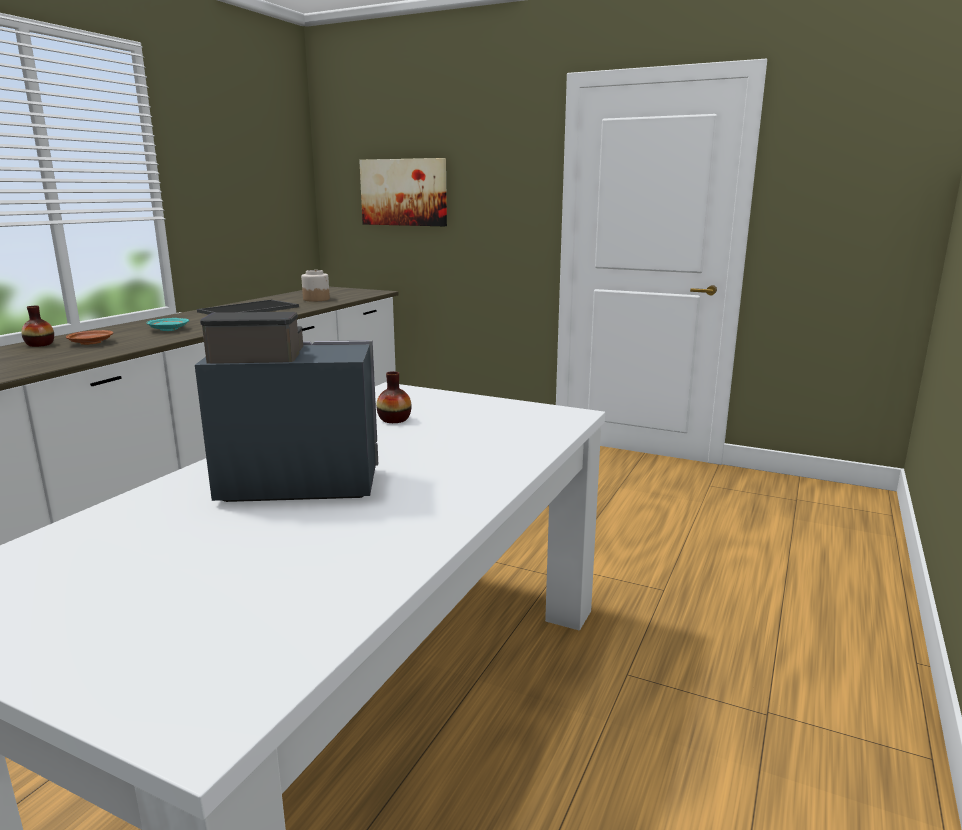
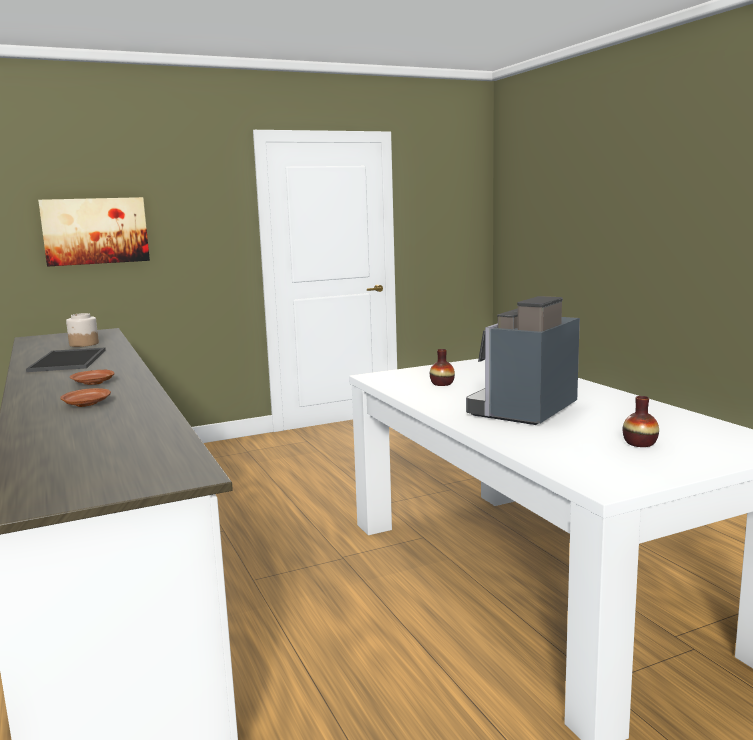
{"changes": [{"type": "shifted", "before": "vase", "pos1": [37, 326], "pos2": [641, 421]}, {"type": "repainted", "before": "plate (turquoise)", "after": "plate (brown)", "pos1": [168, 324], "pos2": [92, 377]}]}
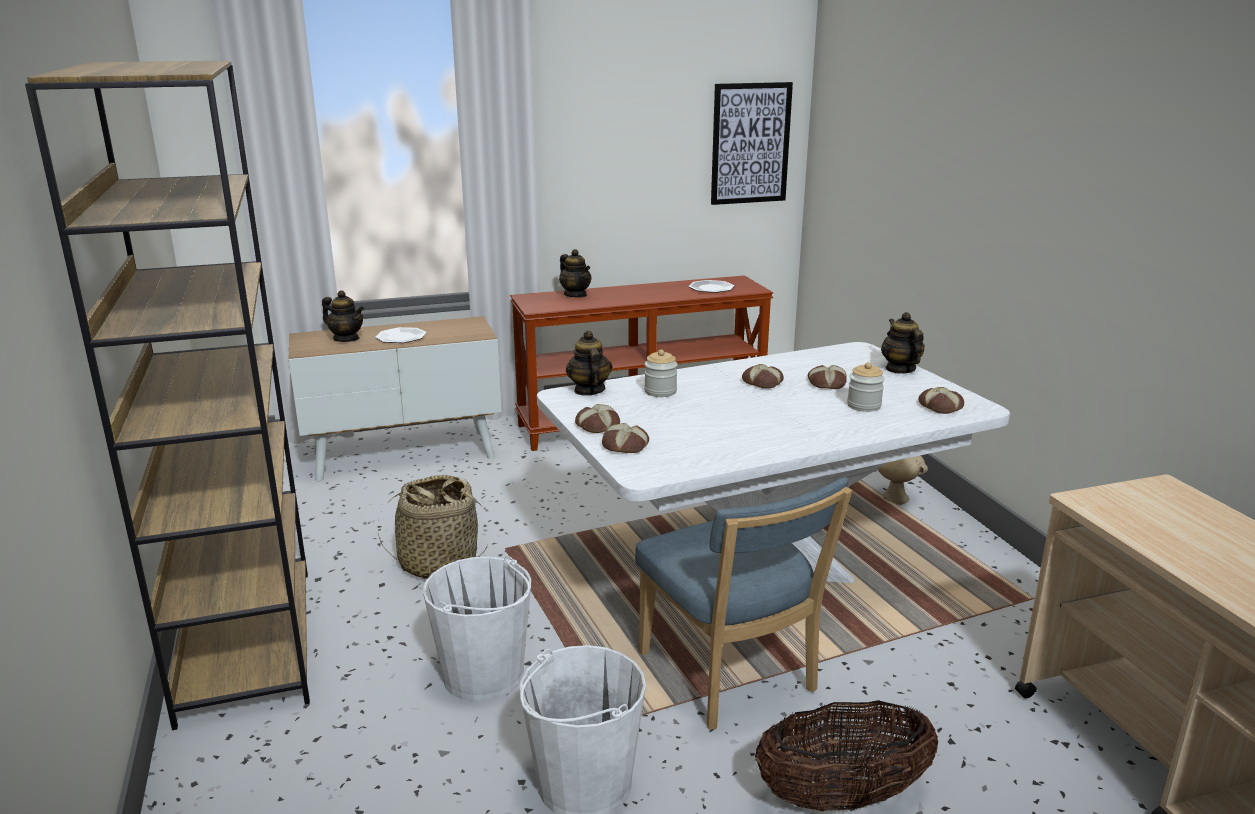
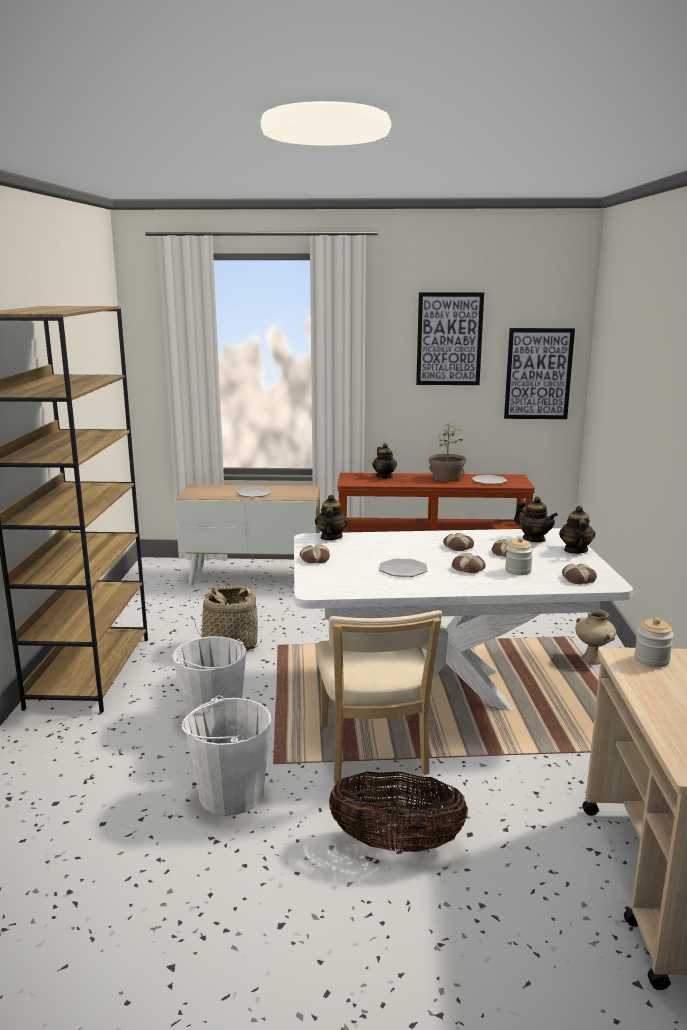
{"changes": [{"type": "new", "after": "plate", "pos2": [403, 567]}, {"type": "new", "after": "picture", "pos2": [450, 338]}, {"type": "new", "after": "potted plant", "pos2": [447, 452]}, {"type": "shifted", "before": "teapot", "pos1": [343, 316], "pos2": [536, 519]}, {"type": "shifted", "before": "bread", "pos1": [625, 438], "pos2": [469, 563]}, {"type": "shifted", "before": "jar", "pos1": [661, 373], "pos2": [654, 642]}, {"type": "repainted", "before": "chair (blue)", "after": "chair (beige)", "pos1": [743, 603], "pos2": [379, 696]}]}
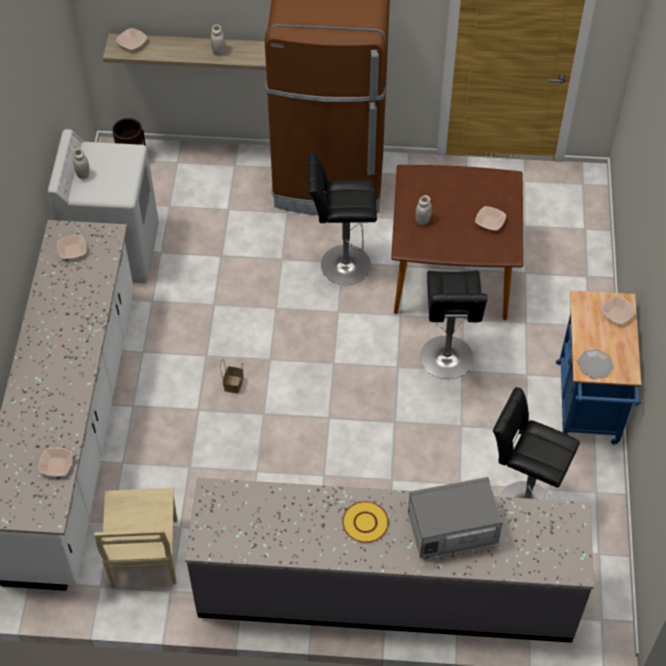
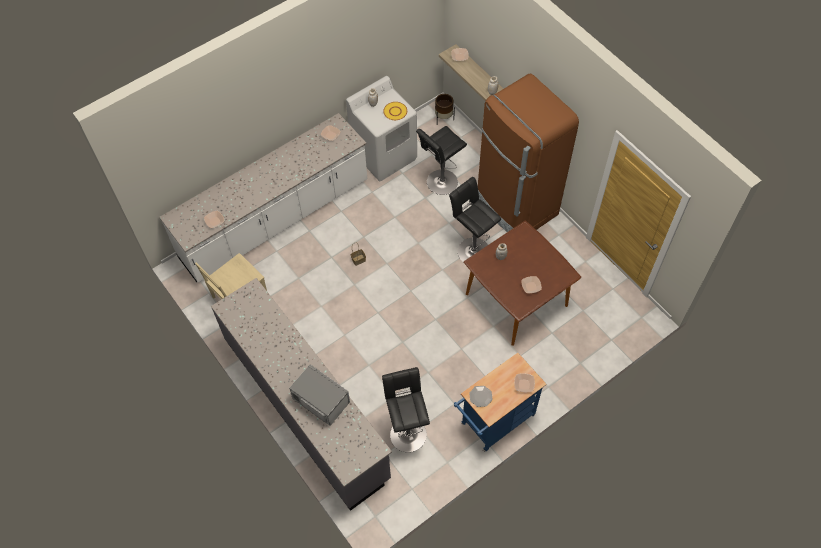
{"changes": [{"type": "shifted", "before": "plate (yellow)", "pos1": [365, 522], "pos2": [395, 111]}, {"type": "shifted", "before": "stool (black)", "pos1": [454, 325], "pos2": [441, 160]}]}
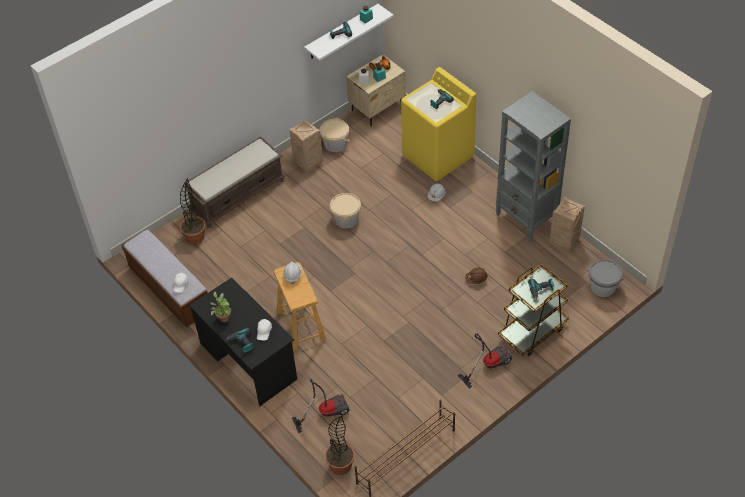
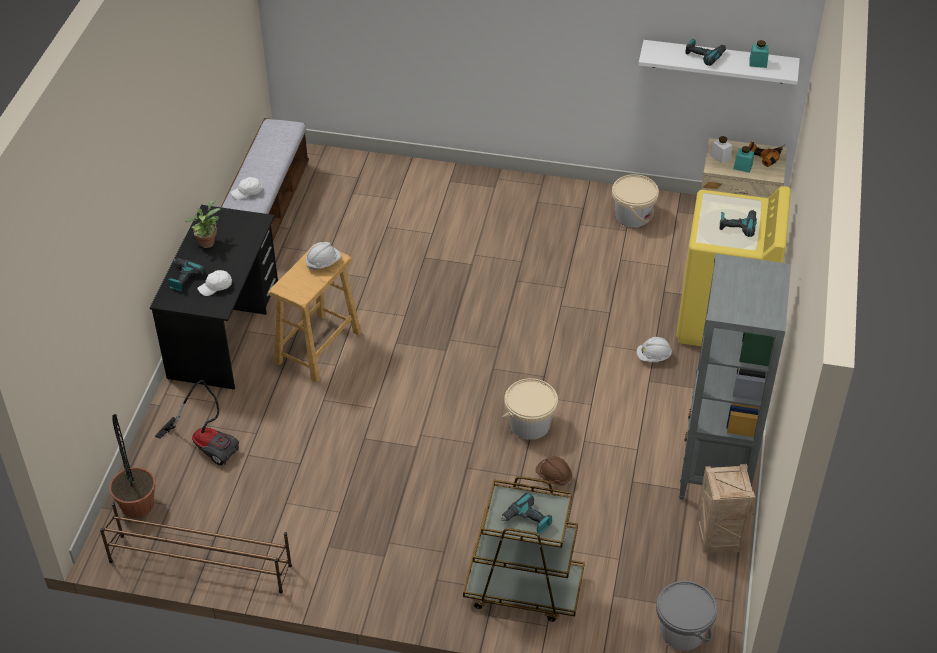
{"changes": [{"type": "gone", "before": "potted plant", "pos1": [192, 211]}, {"type": "gone", "before": "bench (brown)", "pos1": [234, 182]}, {"type": "gone", "before": "crate", "pos1": [306, 146]}, {"type": "gone", "before": "vacuum cleaner", "pos1": [485, 360]}, {"type": "shifted", "before": "bucket (beige)", "pos1": [345, 211], "pos2": [530, 409]}]}
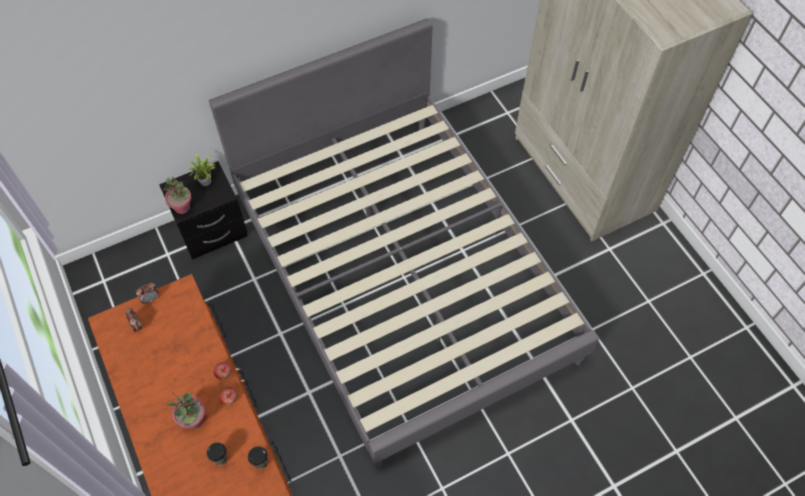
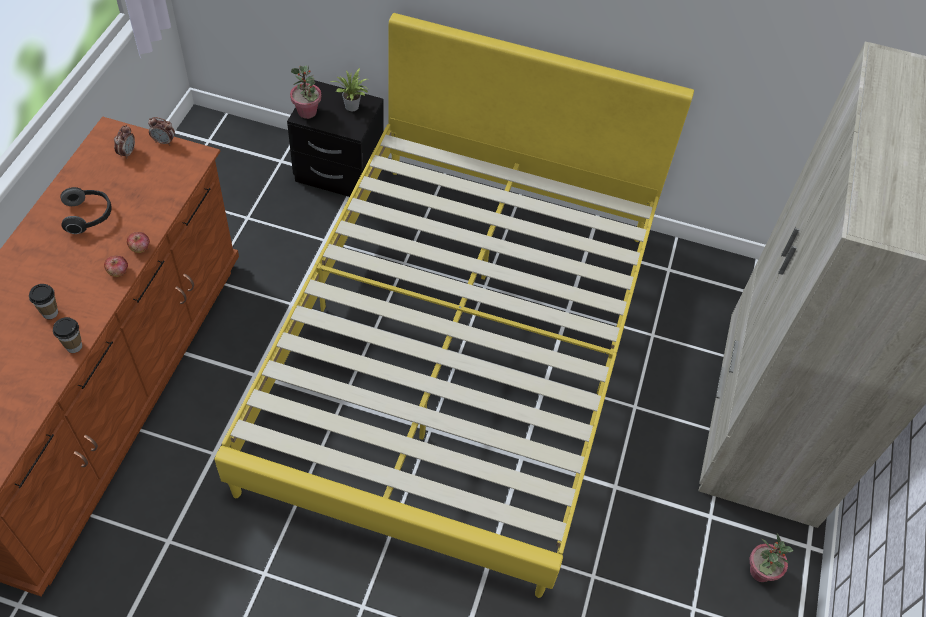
{"changes": [{"type": "new", "after": "headphones", "pos2": [86, 210]}, {"type": "shifted", "before": "potted plant", "pos1": [186, 410], "pos2": [771, 557]}, {"type": "repainted", "before": "bed (grey)", "after": "bed (yellow)", "pos1": [404, 243], "pos2": [454, 305]}]}
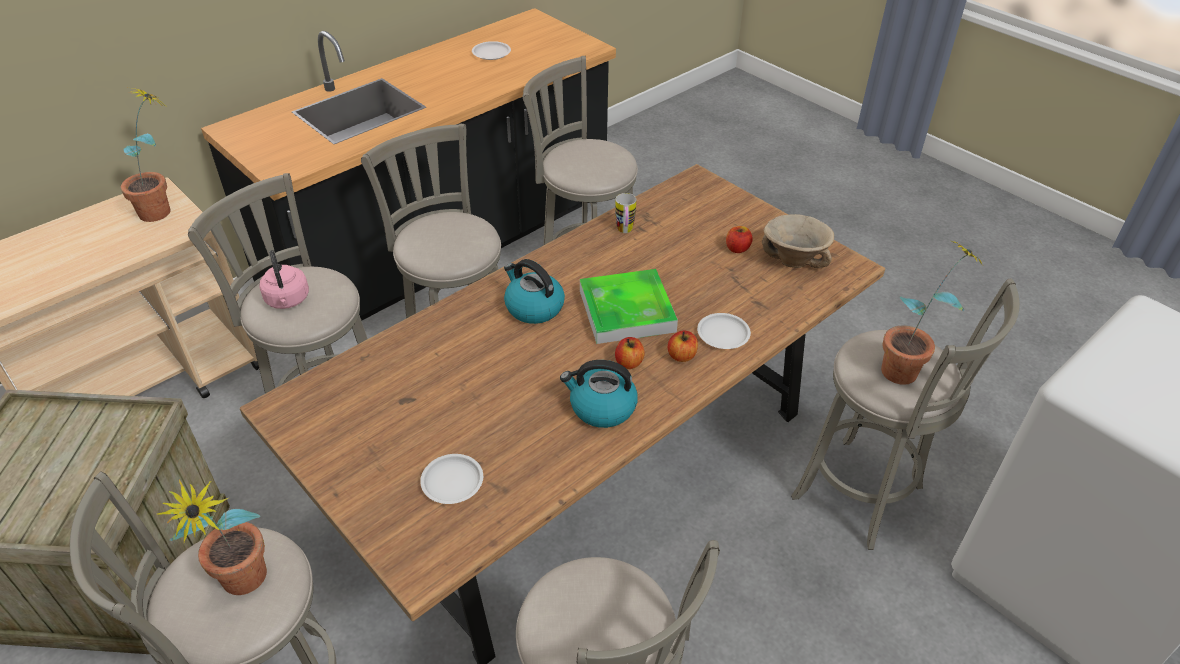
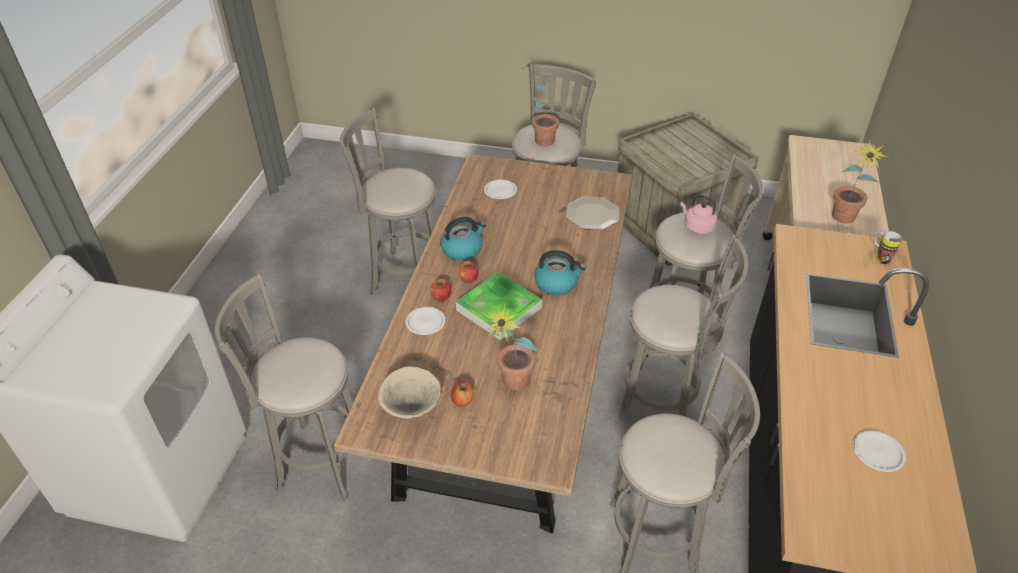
{"changes": [{"type": "new", "after": "plate", "pos2": [592, 213]}, {"type": "shifted", "before": "mug", "pos1": [625, 213], "pos2": [887, 247]}, {"type": "shifted", "before": "potted plant", "pos1": [931, 312], "pos2": [512, 346]}]}
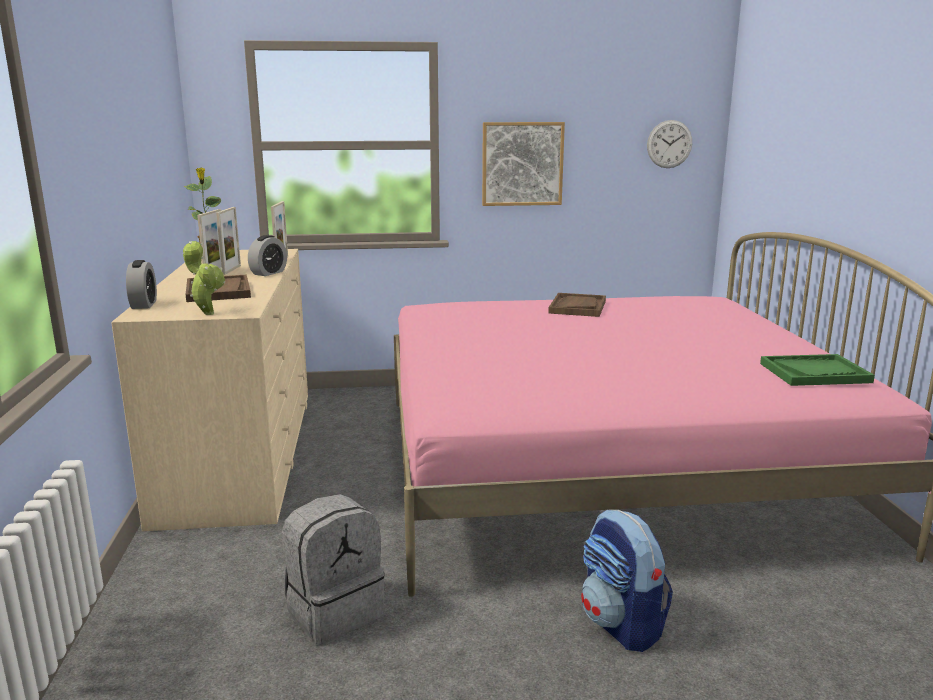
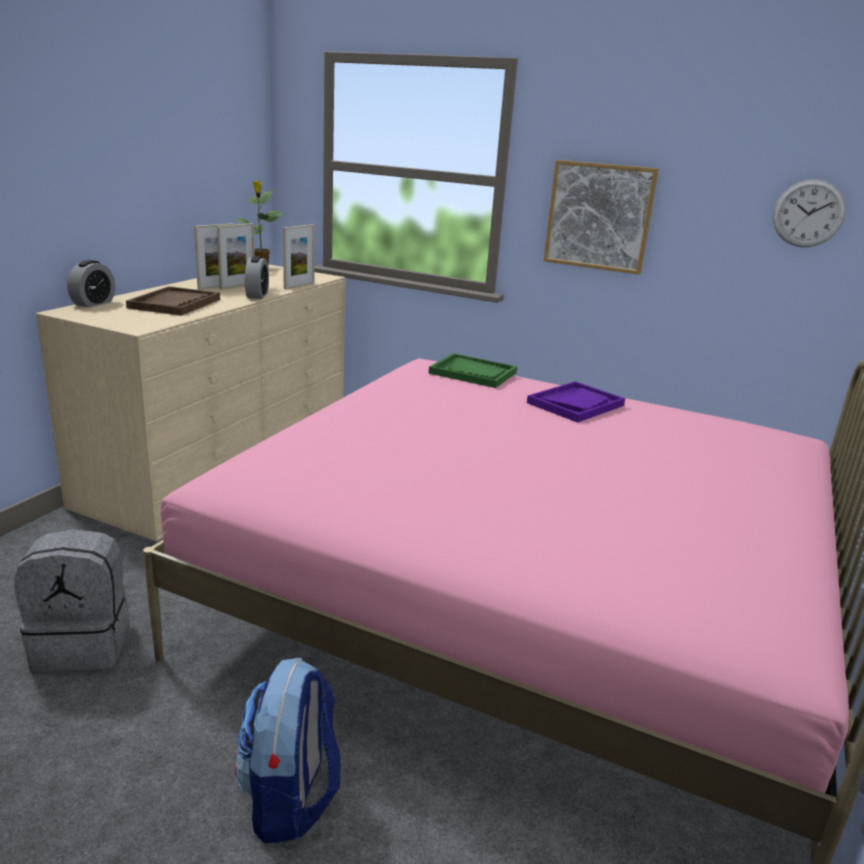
{"changes": [{"type": "gone", "before": "potted plant", "pos1": [204, 278]}, {"type": "shifted", "before": "tray (green)", "pos1": [817, 370], "pos2": [473, 370]}, {"type": "repainted", "before": "tray (brown)", "after": "tray (purple)", "pos1": [577, 305], "pos2": [576, 402]}, {"type": "rotated", "before": "alarm clock", "pos1": [267, 255], "pos2": [257, 277], "turn": -60}]}
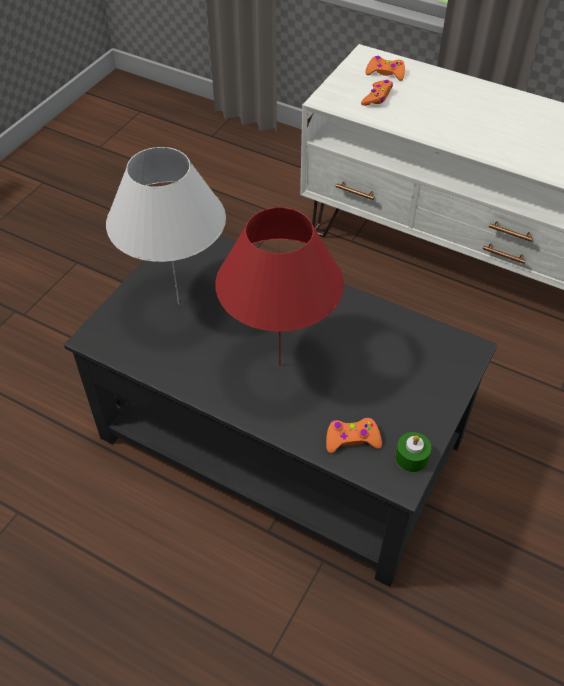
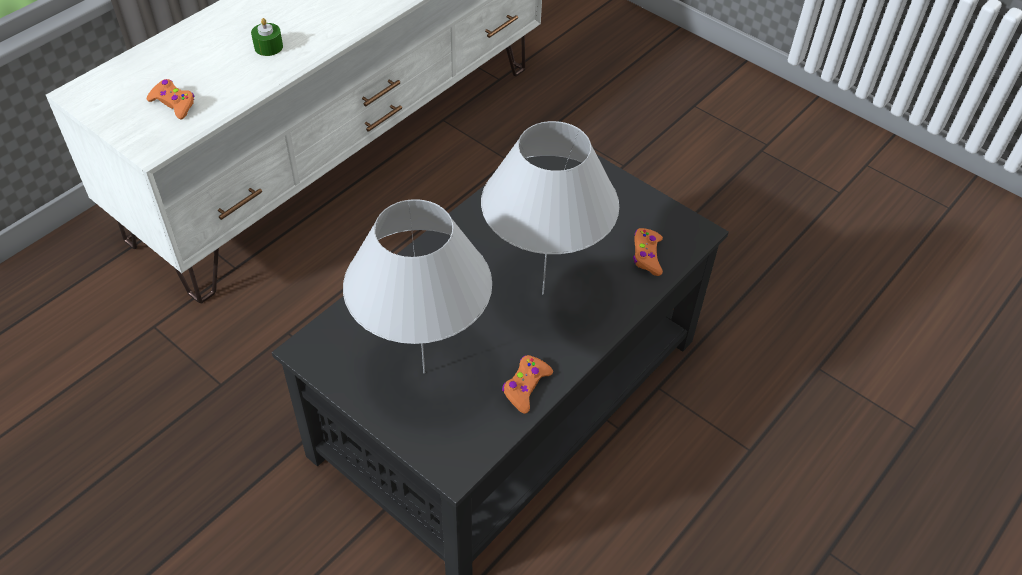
{"changes": [{"type": "shifted", "before": "game controller (orange)", "pos1": [385, 68], "pos2": [527, 384]}, {"type": "shifted", "before": "candle (green)", "pos1": [413, 452], "pos2": [267, 37]}, {"type": "repainted", "before": "table lamp (red)", "after": "table lamp (white)", "pos1": [279, 286], "pos2": [550, 207]}]}
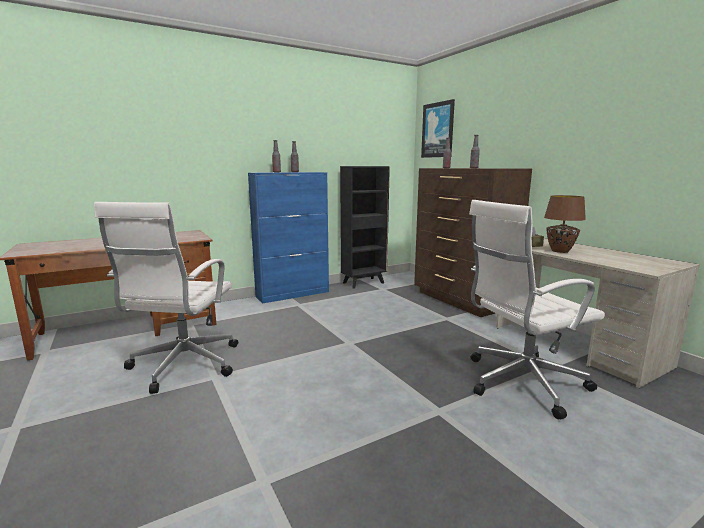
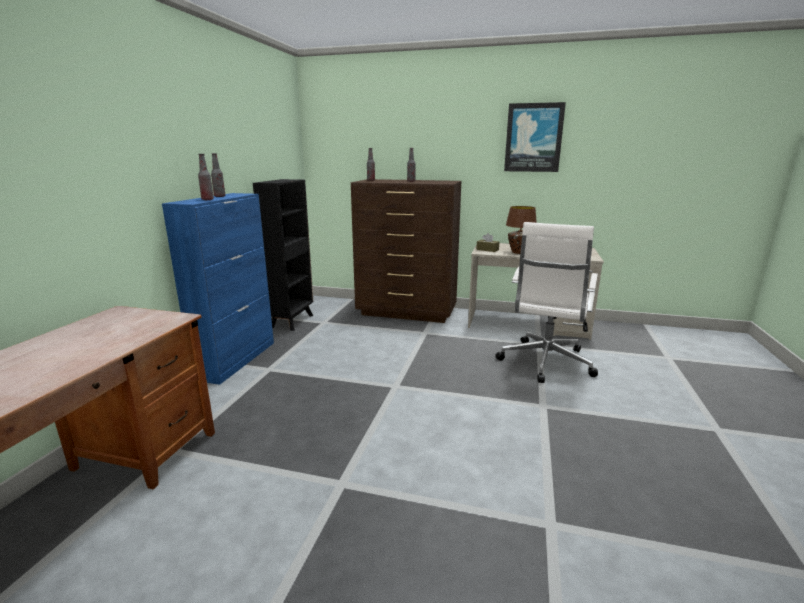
{"changes": [{"type": "gone", "before": "office chair (white)", "pos1": [166, 298]}, {"type": "shifted", "before": "picture", "pos1": [438, 128], "pos2": [535, 137]}]}
